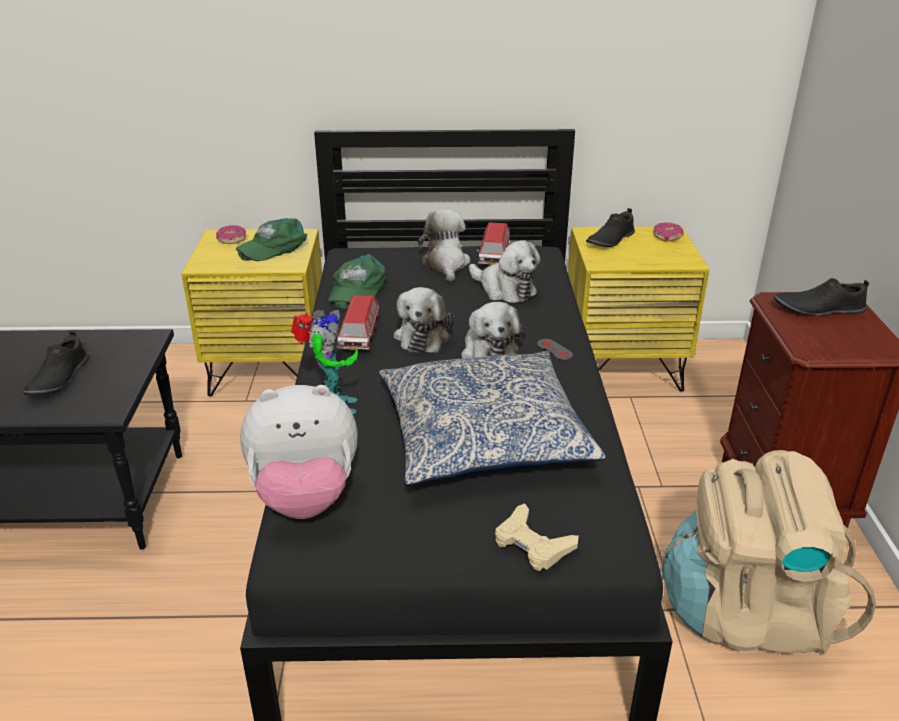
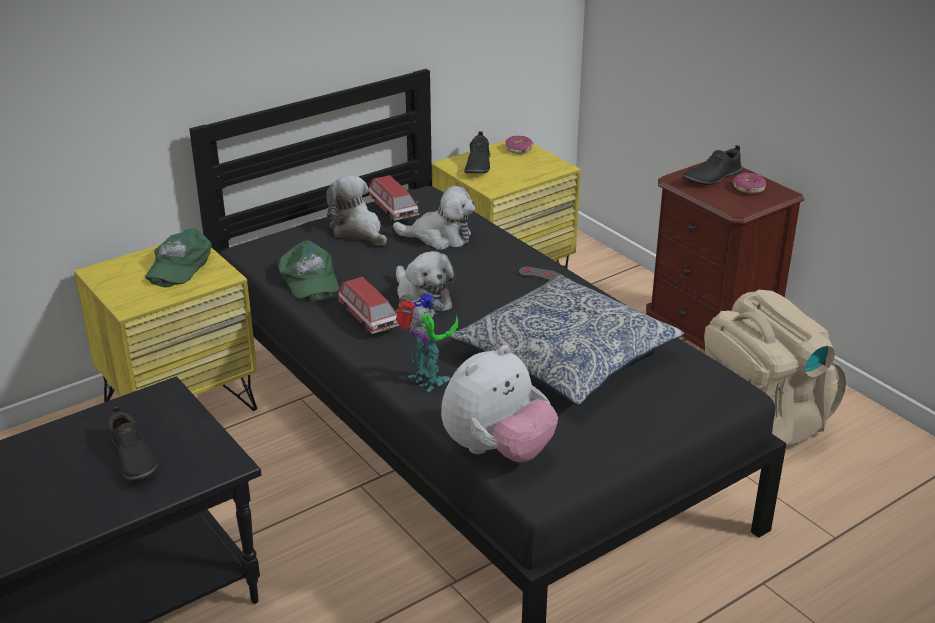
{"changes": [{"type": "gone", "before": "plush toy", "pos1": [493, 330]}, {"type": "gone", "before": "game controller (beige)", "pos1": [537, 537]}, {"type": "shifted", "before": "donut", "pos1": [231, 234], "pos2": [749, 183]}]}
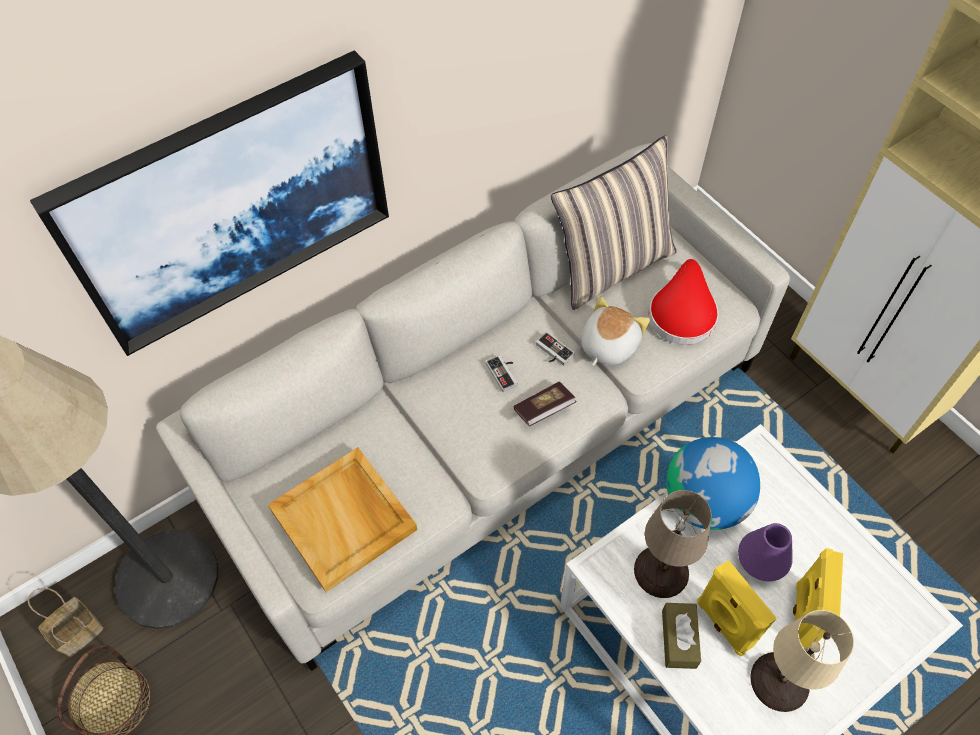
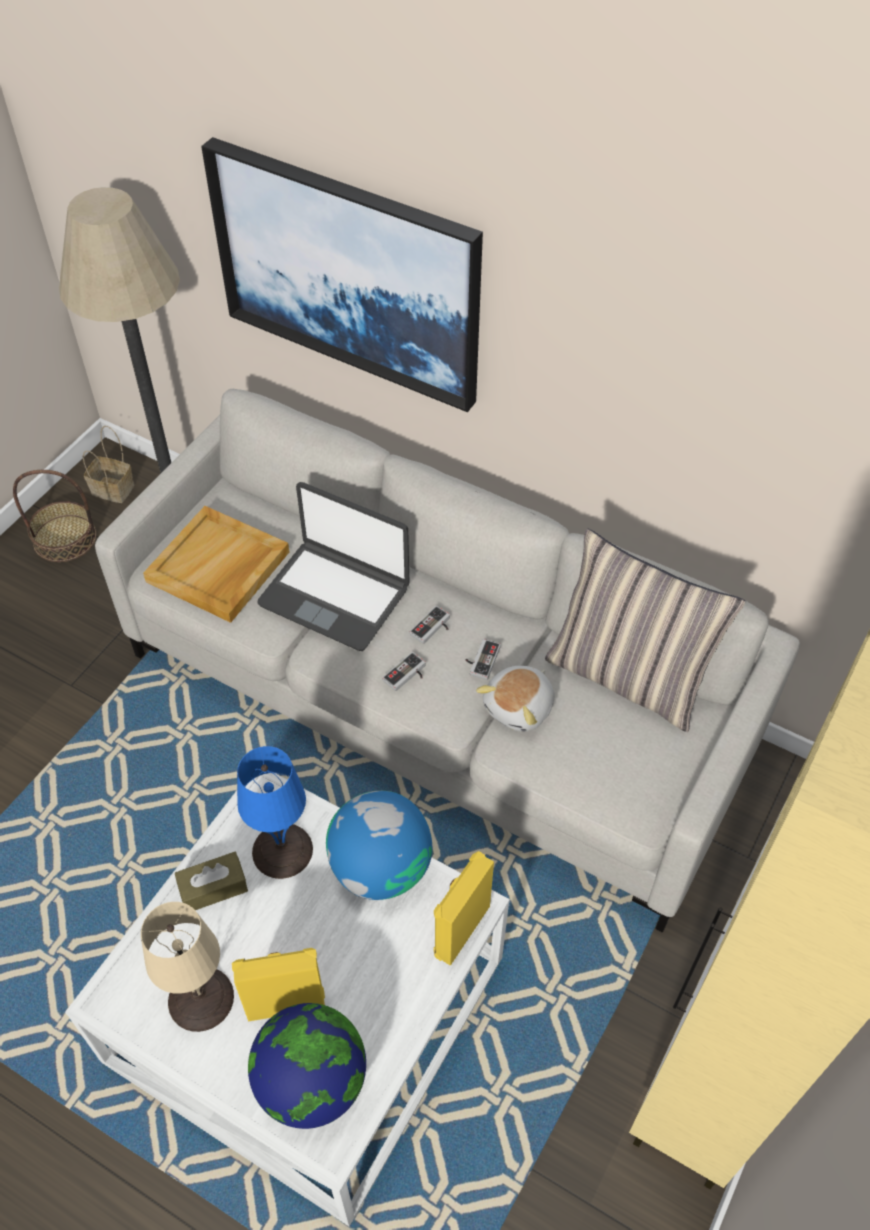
{"changes": [{"type": "gone", "before": "hat (red)", "pos1": [684, 302]}, {"type": "gone", "before": "vase (purple)", "pos1": [765, 552]}, {"type": "new", "after": "globe", "pos2": [307, 1066]}, {"type": "new", "after": "laptop", "pos2": [333, 566]}, {"type": "shifted", "before": "speaker (yellow)", "pos1": [737, 608], "pos2": [464, 908]}, {"type": "swapped", "before": "book", "after": "game controller", "pos1": [545, 404], "pos2": [404, 671]}, {"type": "repainted", "before": "table lamp (beige)", "after": "table lamp (blue)", "pos1": [673, 544], "pos2": [275, 812]}, {"type": "rotated", "before": "plush toy", "pos1": [616, 331], "pos2": [515, 699], "turn": 120}]}
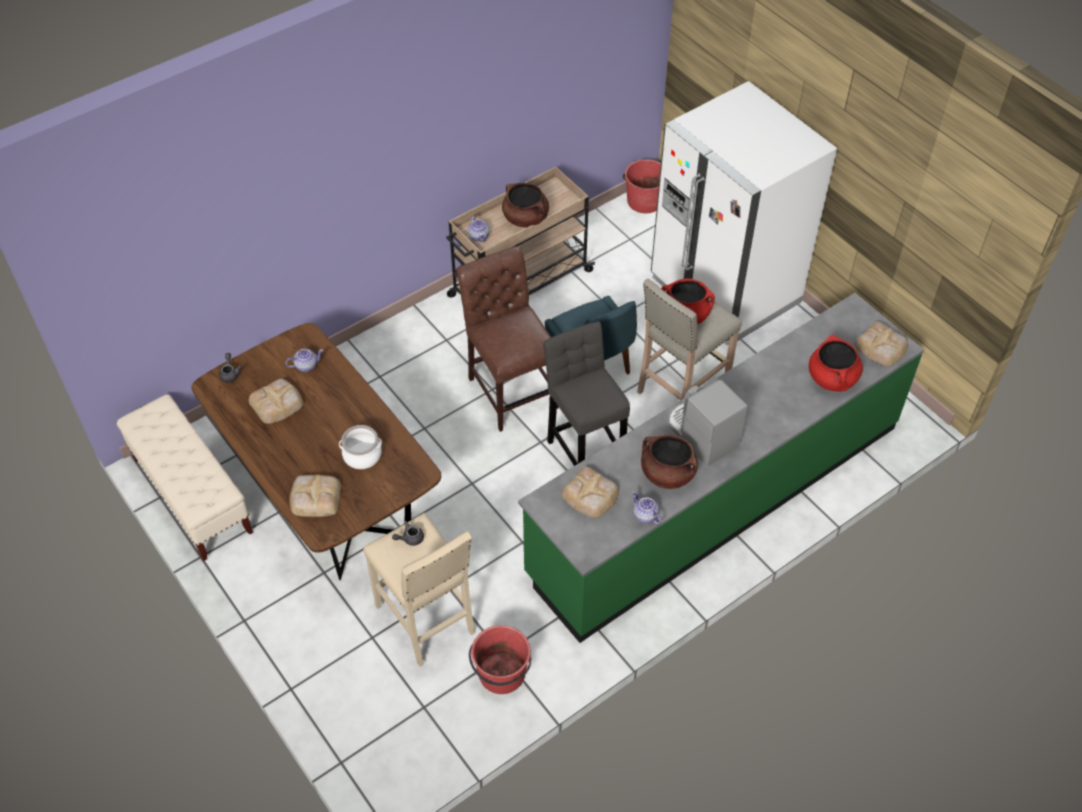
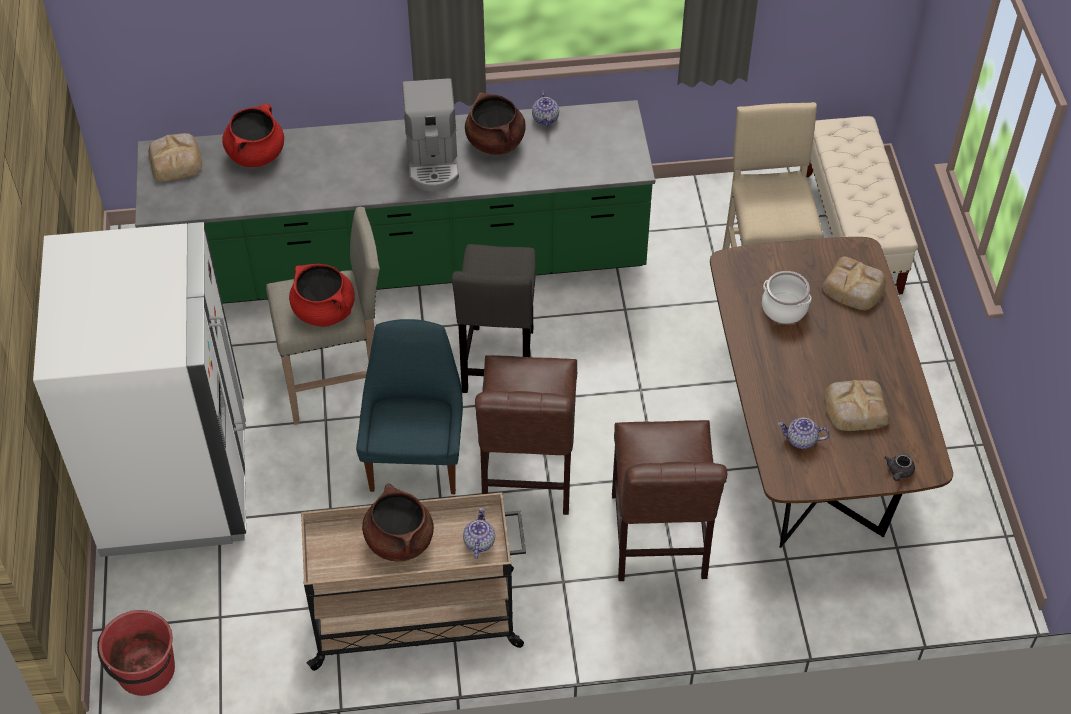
{"changes": [{"type": "gone", "before": "teapot (grey)", "pos1": [408, 533]}, {"type": "gone", "before": "bucket (red)", "pos1": [500, 659]}, {"type": "gone", "before": "bread", "pos1": [590, 492]}, {"type": "new", "after": "chair (brown)", "pos2": [669, 500]}, {"type": "shifted", "before": "bench (beige)", "pos1": [185, 477], "pos2": [862, 205]}]}
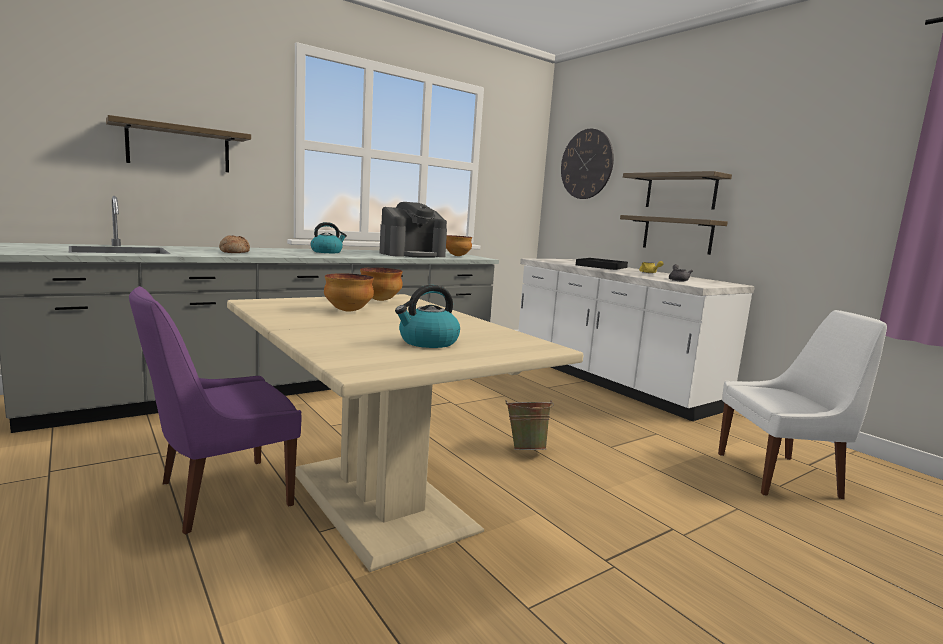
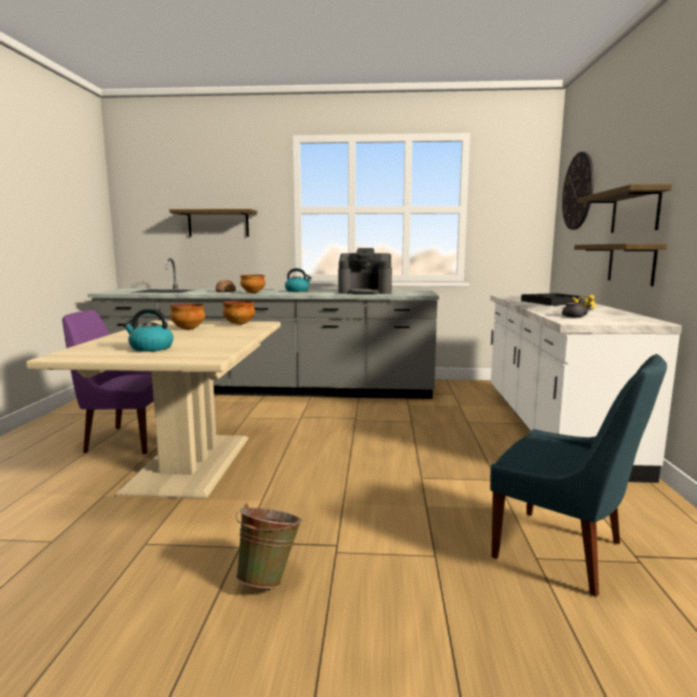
{"changes": [{"type": "shifted", "before": "bowl", "pos1": [459, 245], "pos2": [252, 284]}, {"type": "shifted", "before": "bucket (green)", "pos1": [529, 425], "pos2": [269, 545]}, {"type": "repainted", "before": "chair (white)", "after": "chair (blue)", "pos1": [802, 404], "pos2": [578, 475]}]}
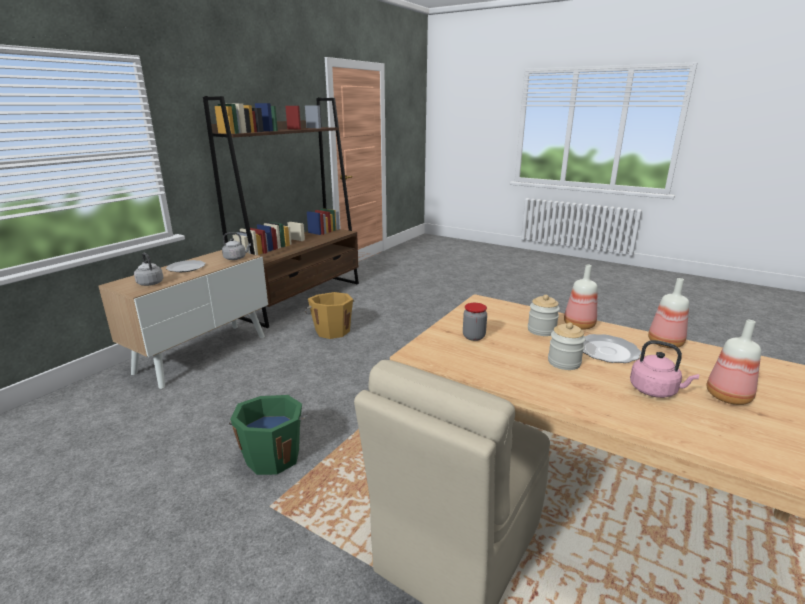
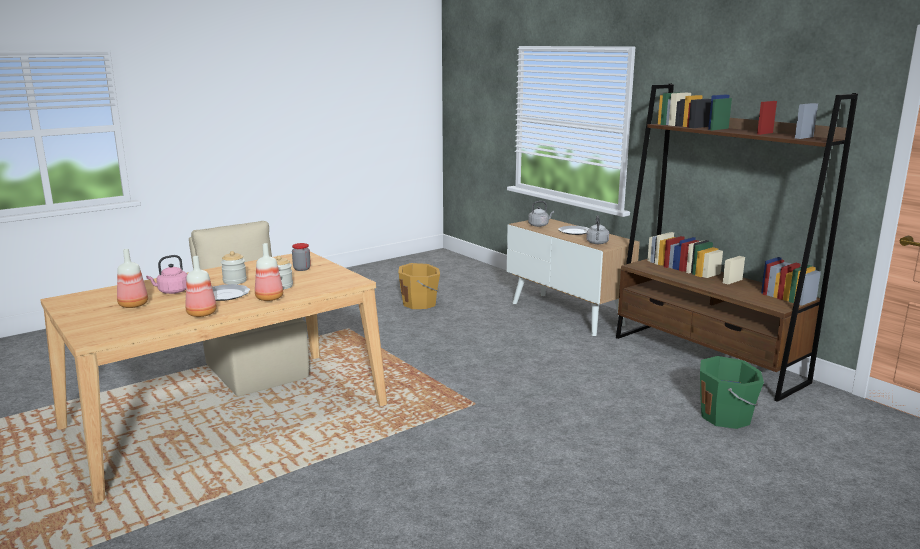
{"changes": [{"type": "shifted", "before": "bucket (green)", "pos1": [269, 435], "pos2": [732, 392]}, {"type": "shifted", "before": "bucket (orange)", "pos1": [329, 315], "pos2": [419, 286]}]}
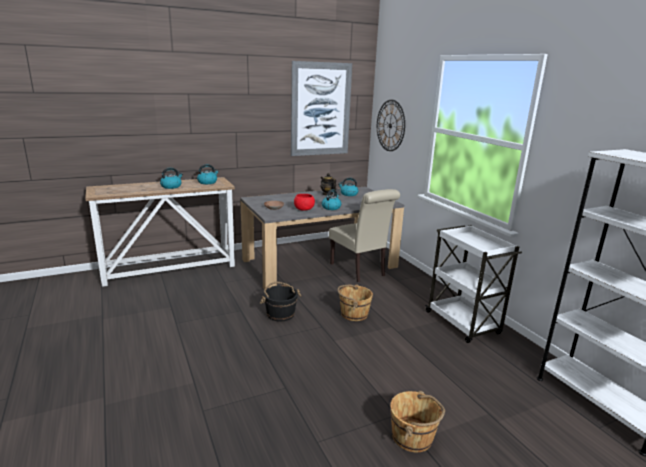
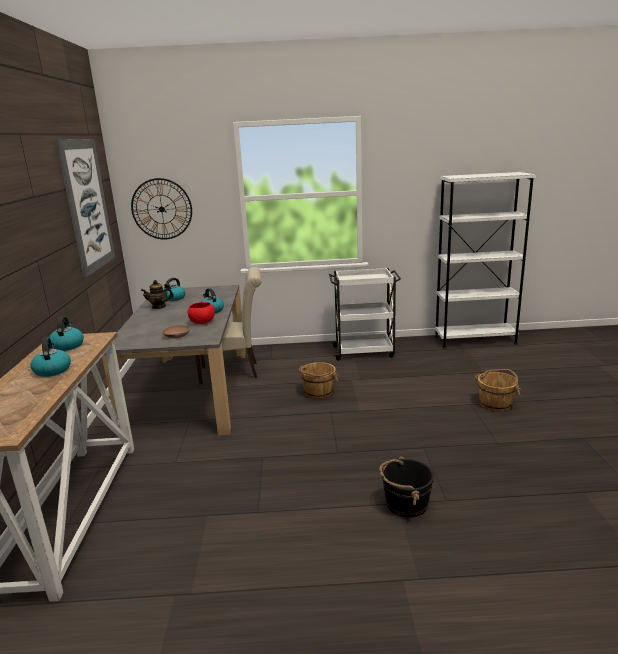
{"changes": [{"type": "shifted", "before": "bucket (black)", "pos1": [281, 302], "pos2": [406, 487]}]}
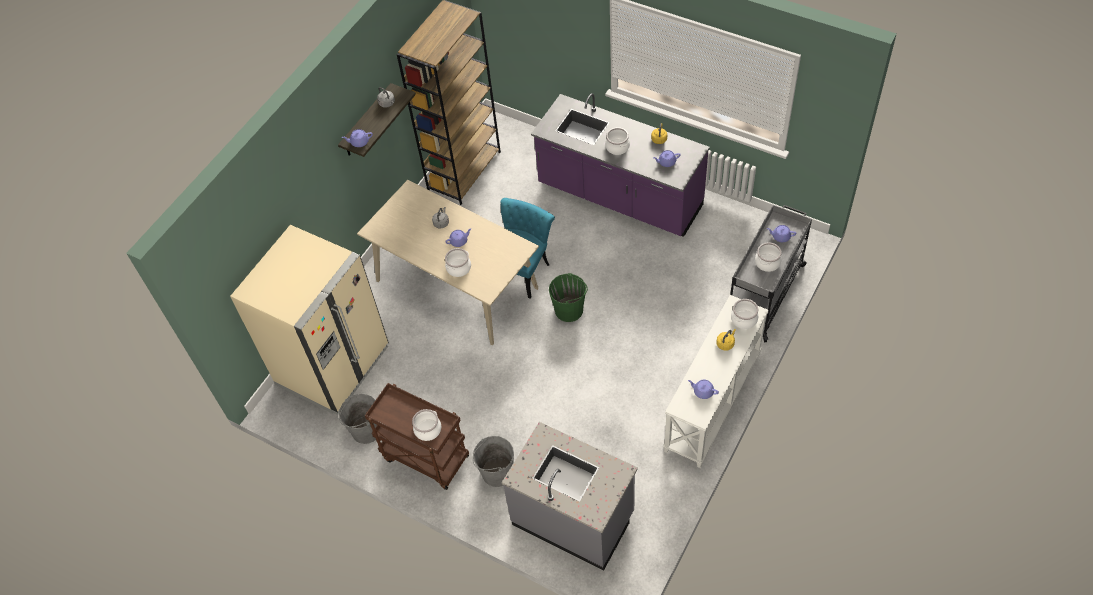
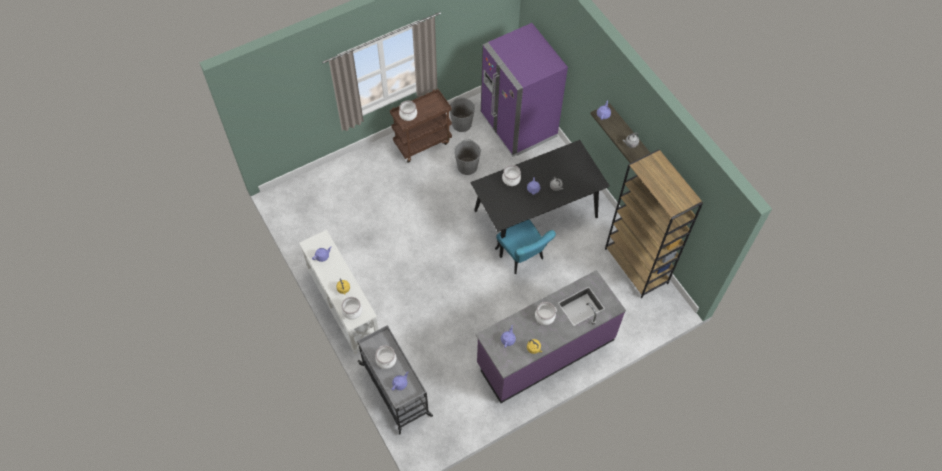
{"changes": [{"type": "gone", "before": "counter (grey)", "pos1": [570, 496]}, {"type": "gone", "before": "bucket (green)", "pos1": [568, 297]}, {"type": "shifted", "before": "bucket (grey)", "pos1": [493, 461], "pos2": [467, 157]}, {"type": "repainted", "before": "fridge (beige)", "after": "fridge (purple)", "pos1": [309, 320], "pos2": [524, 90]}, {"type": "repainted", "before": "dining table (beige)", "after": "dining table (black)", "pos1": [448, 262], "pos2": [540, 199]}]}
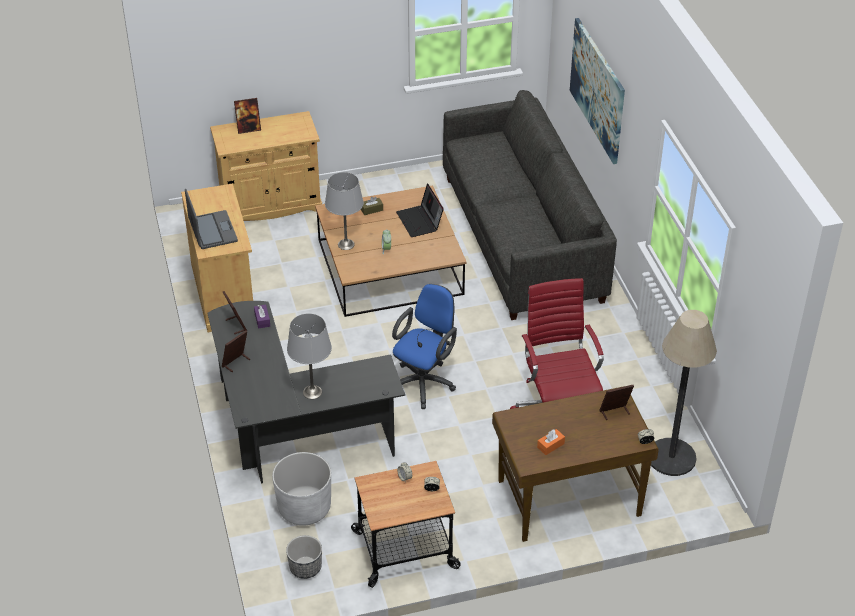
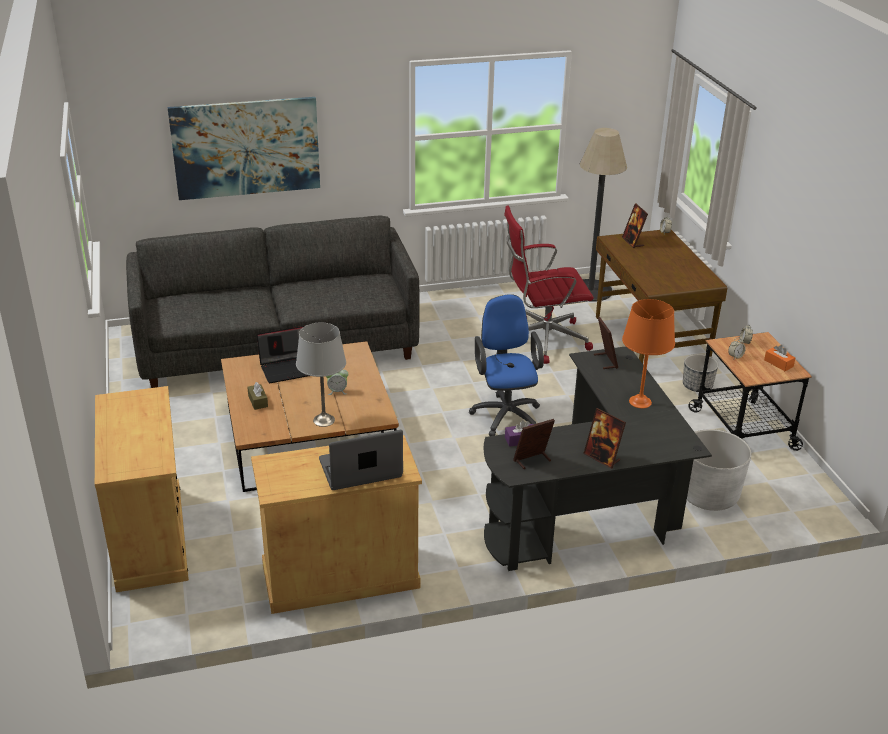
{"changes": [{"type": "shifted", "before": "picture frame", "pos1": [247, 116], "pos2": [606, 343]}, {"type": "shifted", "before": "planter", "pos1": [304, 557], "pos2": [700, 373]}, {"type": "shifted", "before": "tissue box (orange)", "pos1": [551, 442], "pos2": [779, 358]}, {"type": "repainted", "before": "table lamp (grey)", "after": "table lamp (orange)", "pos1": [309, 356], "pos2": [648, 353]}, {"type": "rotated", "before": "office chair (blue)", "pos1": [424, 346], "pos2": [506, 365], "turn": 45}]}
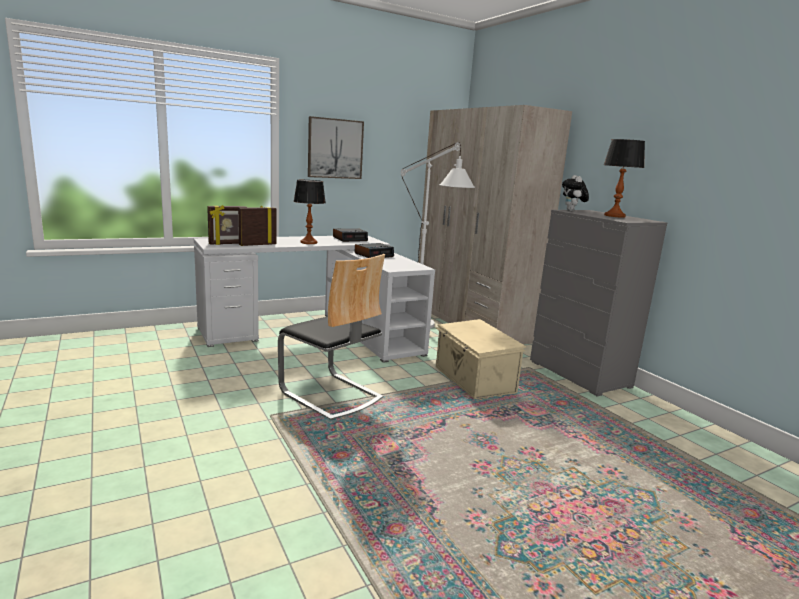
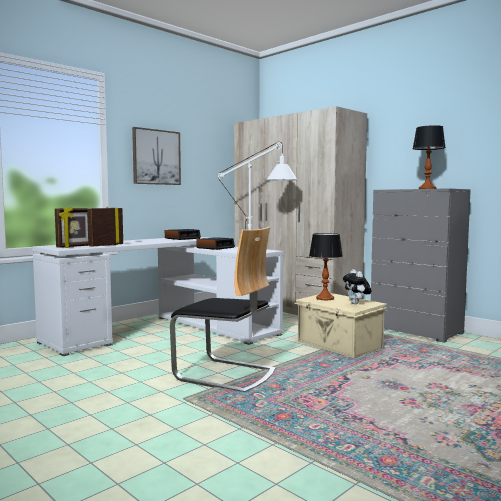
{"changes": [{"type": "shifted", "before": "table lamp", "pos1": [310, 212], "pos2": [326, 266]}, {"type": "shifted", "before": "plush toy", "pos1": [575, 193], "pos2": [357, 286]}]}
